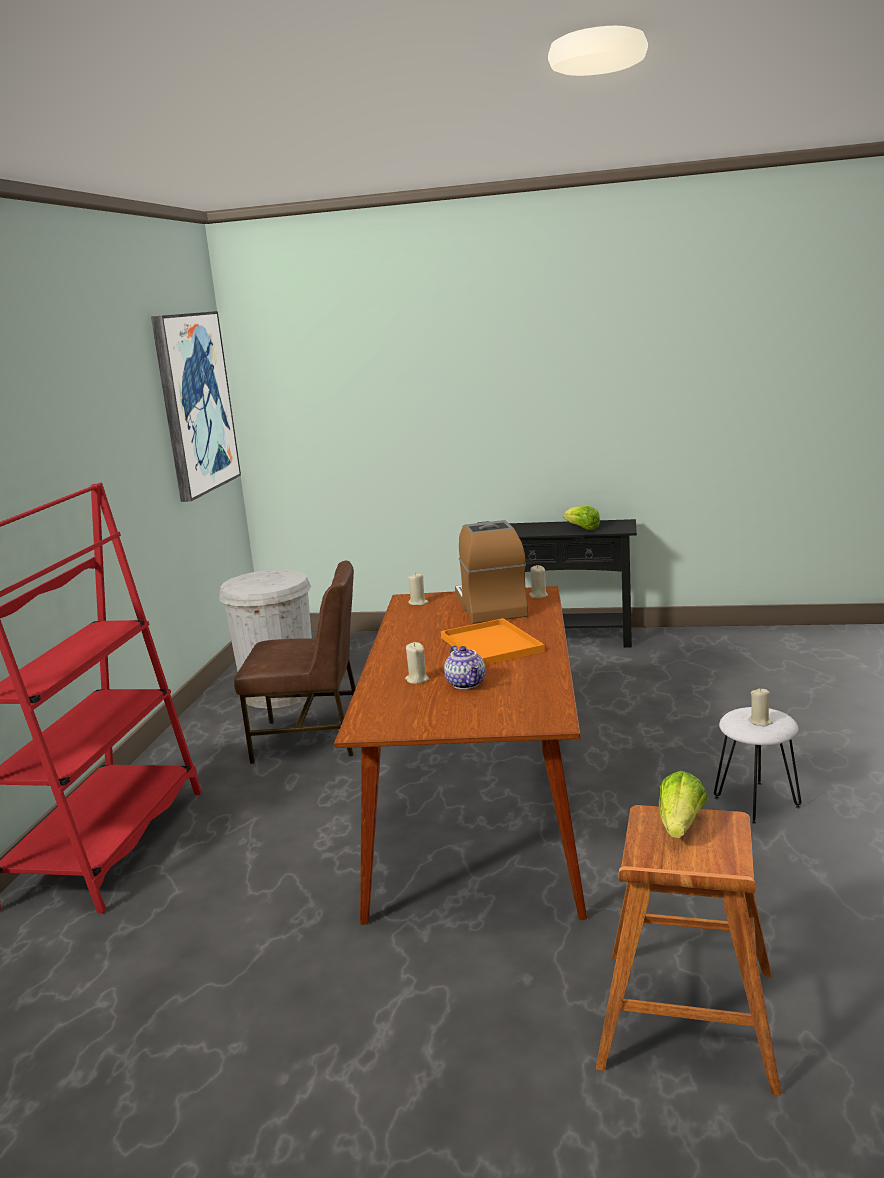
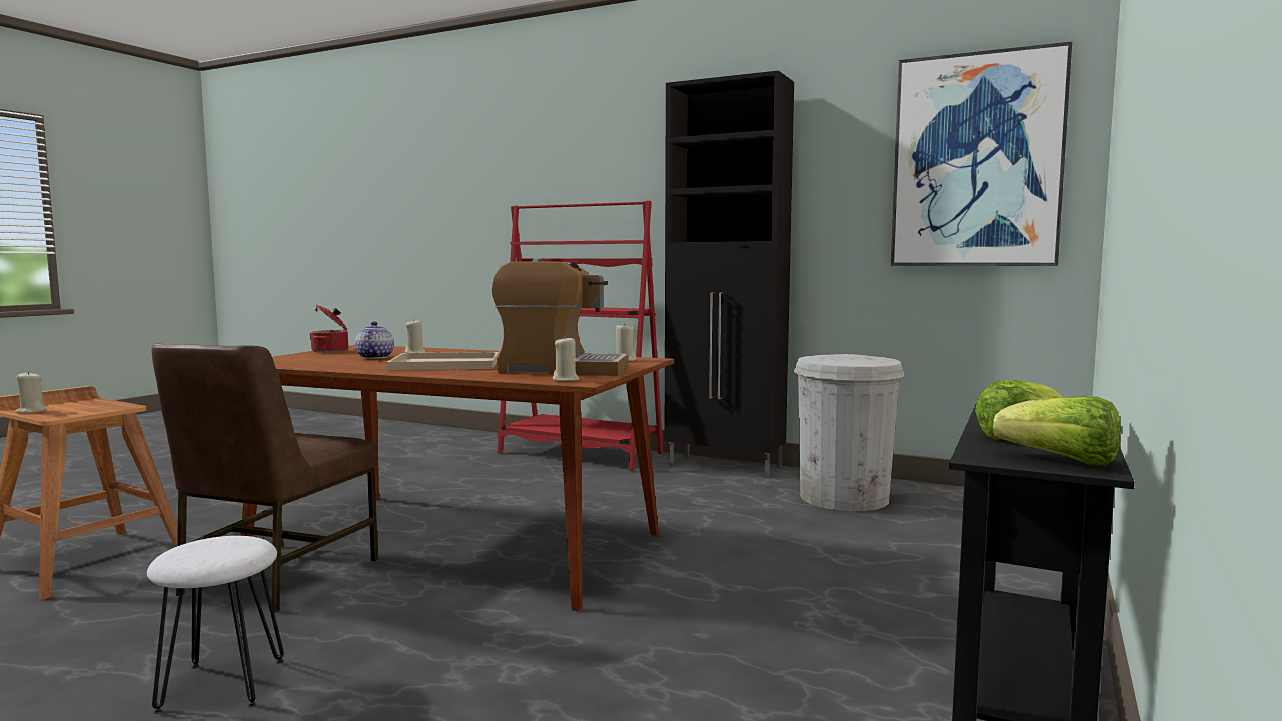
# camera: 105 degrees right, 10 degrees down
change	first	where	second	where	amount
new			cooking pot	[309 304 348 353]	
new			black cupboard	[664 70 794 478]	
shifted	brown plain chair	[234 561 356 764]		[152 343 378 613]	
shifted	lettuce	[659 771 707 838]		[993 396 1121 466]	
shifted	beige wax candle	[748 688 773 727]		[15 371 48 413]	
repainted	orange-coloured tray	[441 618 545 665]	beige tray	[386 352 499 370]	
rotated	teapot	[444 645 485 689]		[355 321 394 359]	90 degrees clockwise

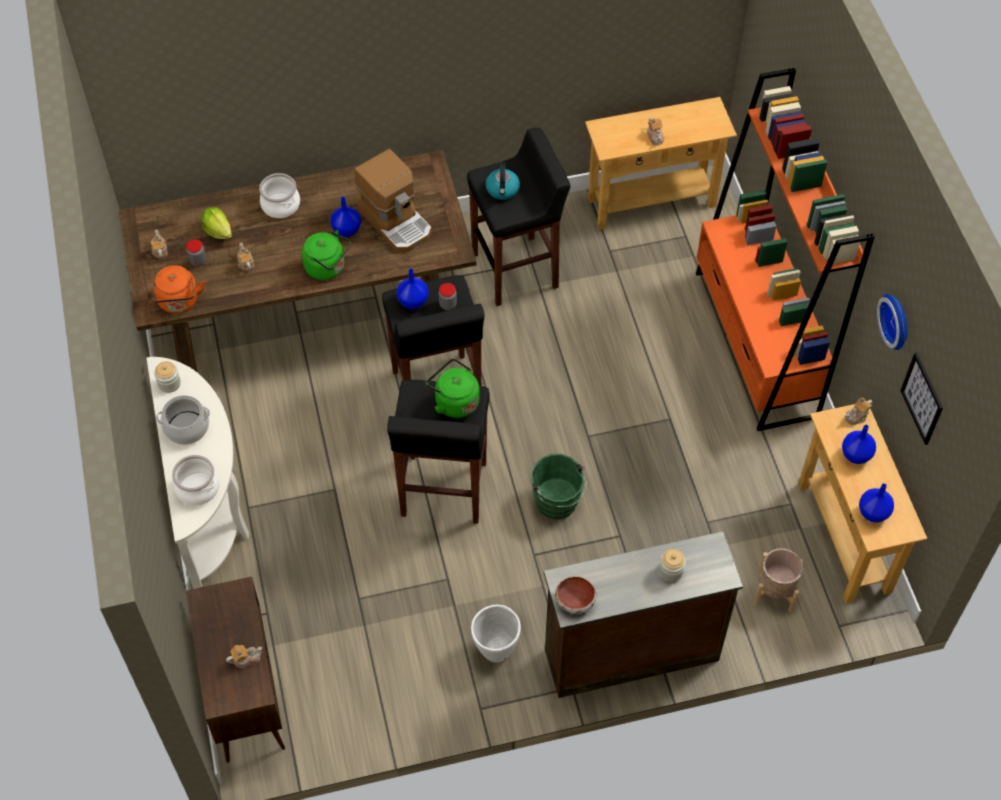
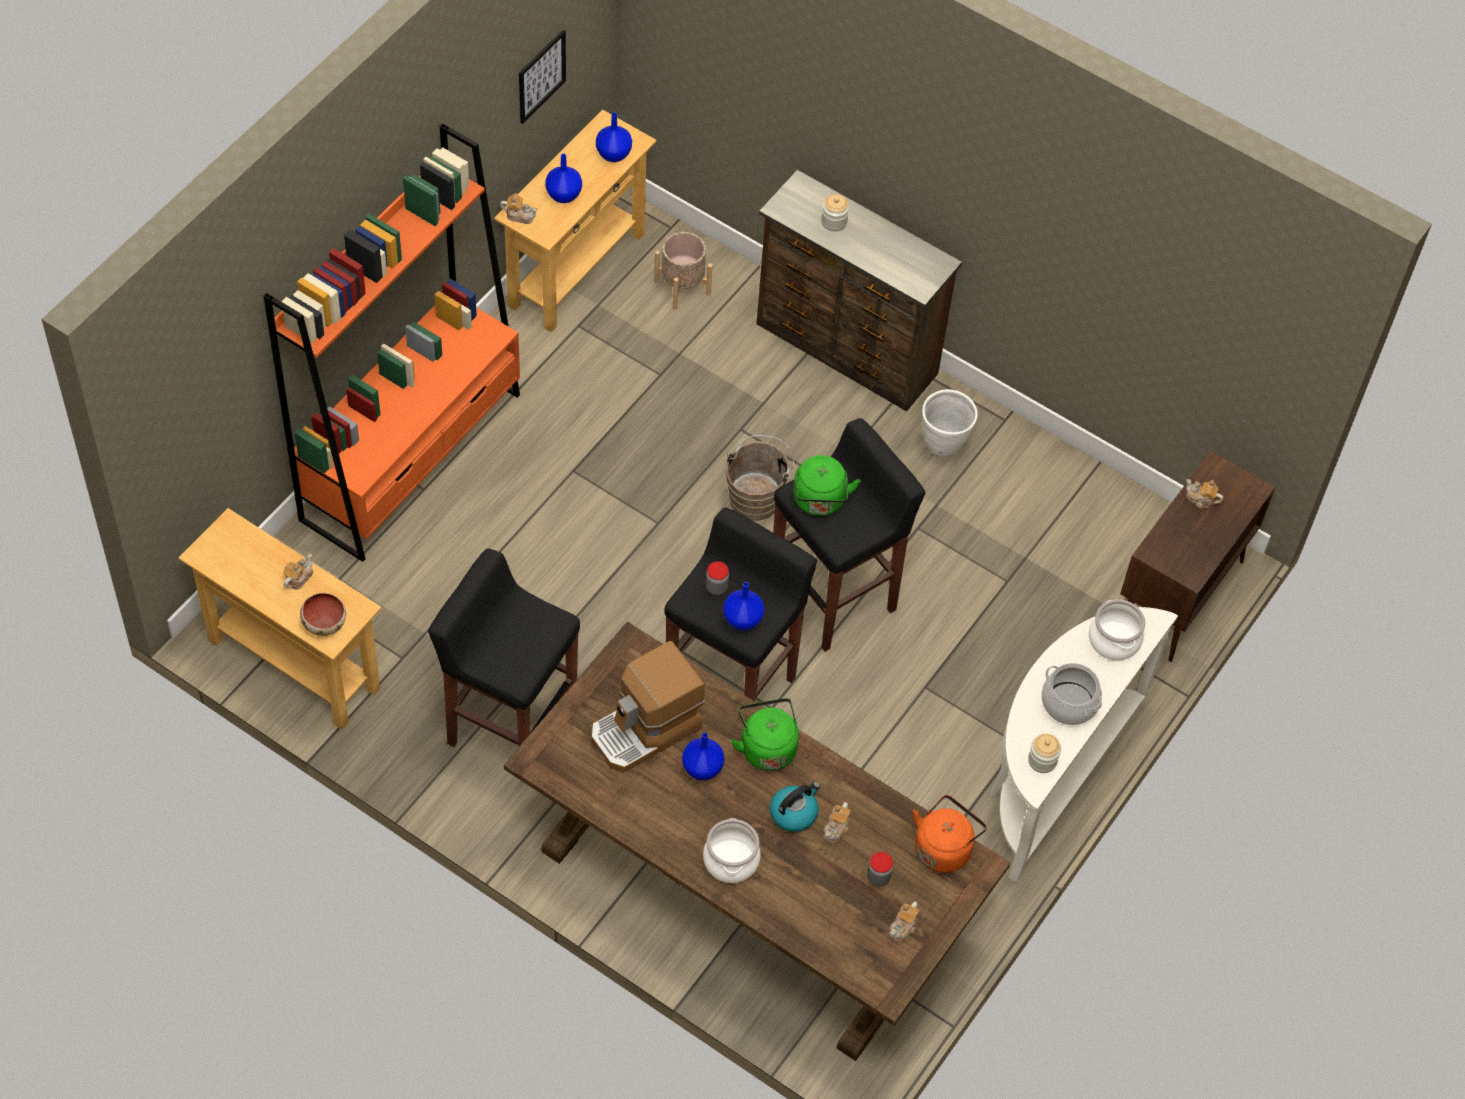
# camera: 135 degrees left, 0 degrees up
change	first	where	second	where	amount
gone	lettuce	[201 207 232 239]			
gone	clock on the wall	[877 294 907 350]			
shifted	kettle	[485 162 520 200]		[770 782 820 832]	
shifted	bowl	[555 576 597 614]		[300 593 346 636]	
repainted	greenish pail	[531 454 587 519]	brown pail	[725 435 794 521]	
rotated	coffee brewer	[354 149 432 252]		[591 641 705 772]	135 degrees counterclockwise

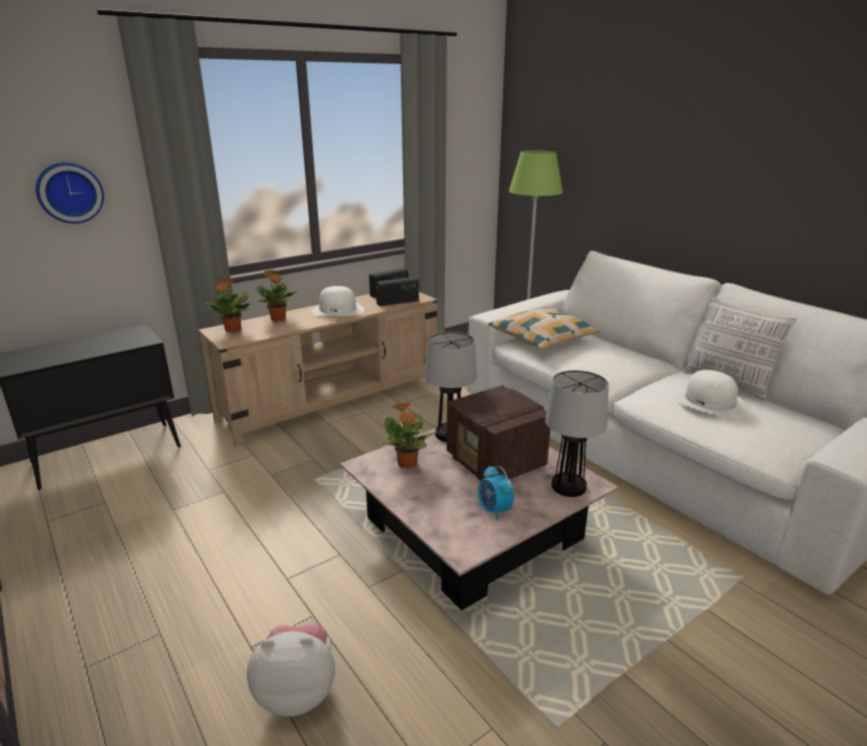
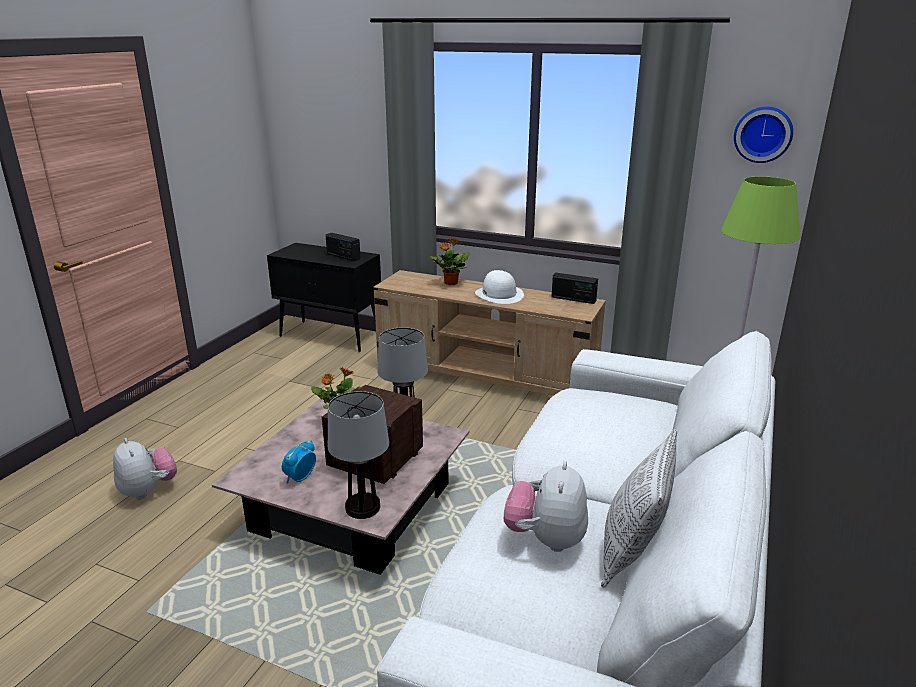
# camera: 60 degrees right, 0 degrees up
change	first	where	second	where	amount
gone	potted plant	[204 278 250 332]			
gone	throw pillow	[488 308 600 349]			
shifted	clock on the wall	[36 162 104 224]		[734 106 793 163]	
shifted	radio	[376 277 419 306]		[326 233 360 261]	
swapped	whitish wearable hat	[674 370 747 417]	cuddly toy	[504 461 588 552]	

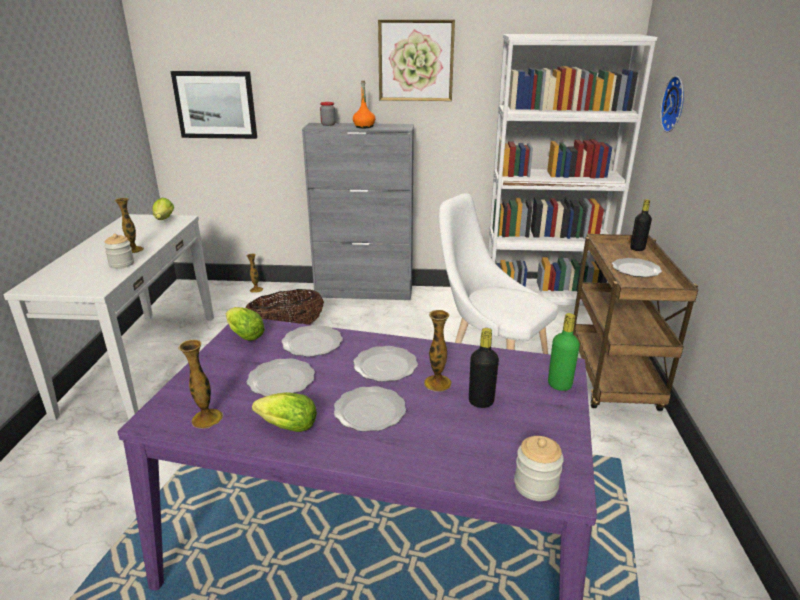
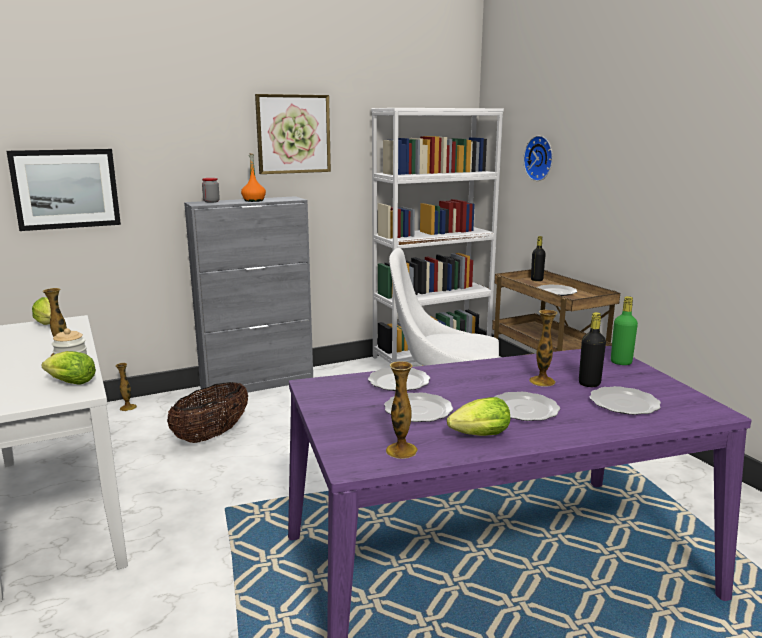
# camera: 30 degrees left, 10 degrees down
change	first	where	second	where	amount
gone	storage jar	[514 436 564 501]			
shifted	lettuce	[226 307 265 341]		[41 351 96 385]	
shifted	flat dish	[353 346 418 382]		[590 386 661 415]	

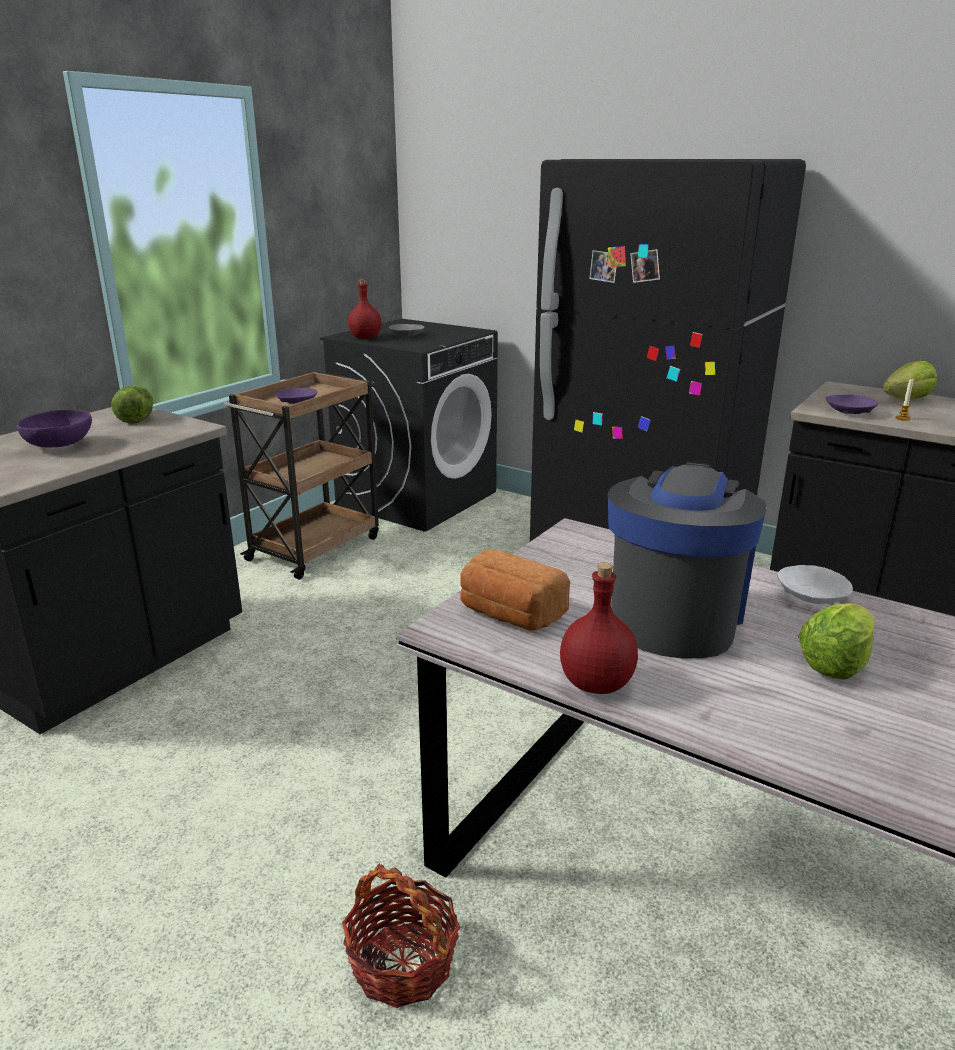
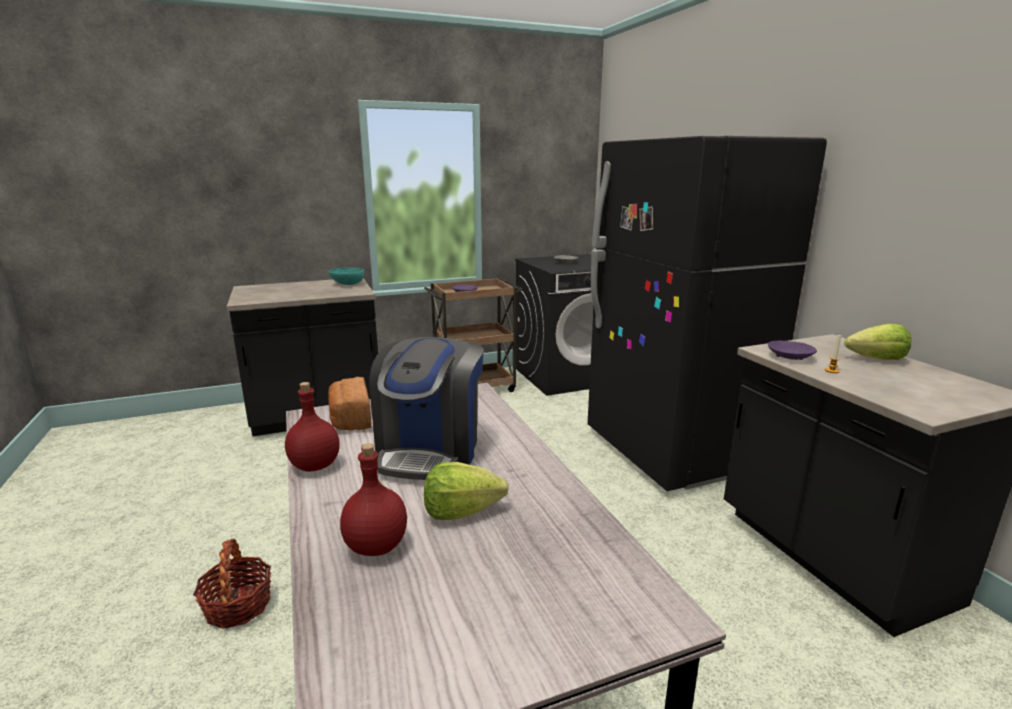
# camera: 35 degrees right, 5 degrees down
change	first	where	second	where	amount
gone	purple bowl	[17 409 92 447]			
gone	whitish bowl	[777 565 853 605]			
shifted	red-coloured drink bottle	[348 279 382 339]		[340 443 407 556]	
swapped	lettuce	[111 385 153 424]	turquoise-coloured bowl	[329 267 364 285]	
rotated	coffee brewer	[608 462 767 659]		[369 337 484 480]	135 degrees clockwise

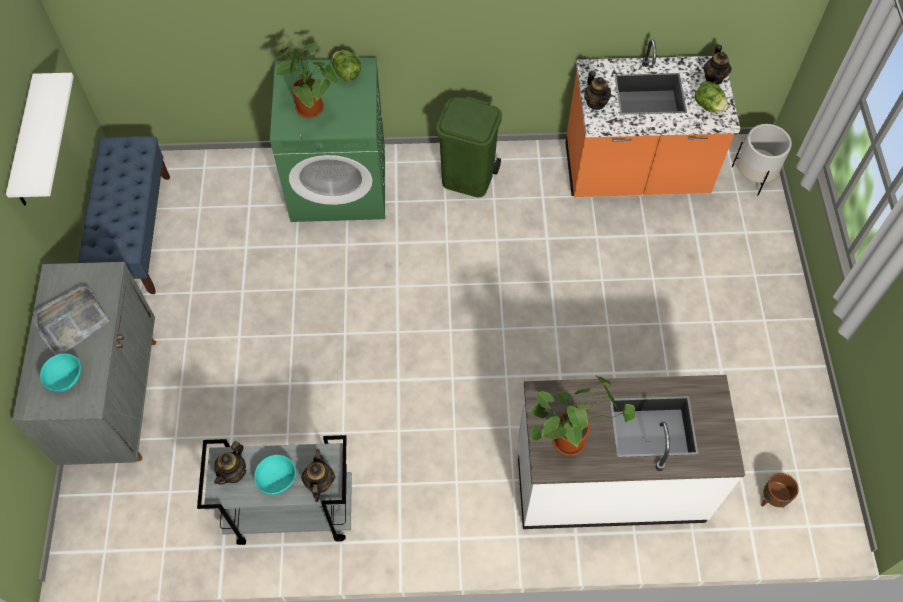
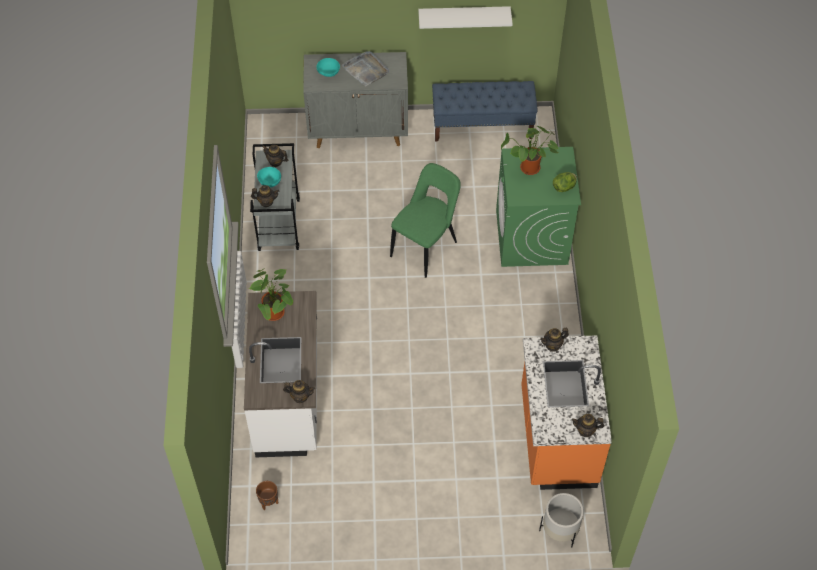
# camera: 90 degrees right, 5 degrees down
change	first	where	second	where	amount
gone	greenish waste bin	[436 96 502 197]			
gone	lettuce	[695 81 729 113]			
new			teapot	[283 380 315 403]	
new			greenish plain chair	[390 163 461 278]	

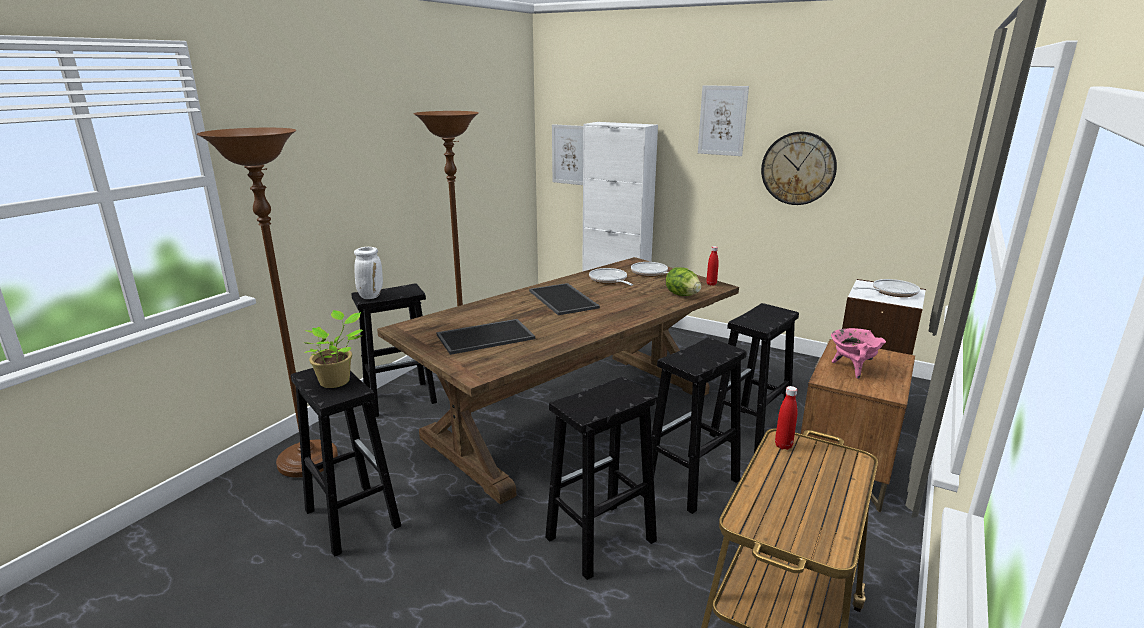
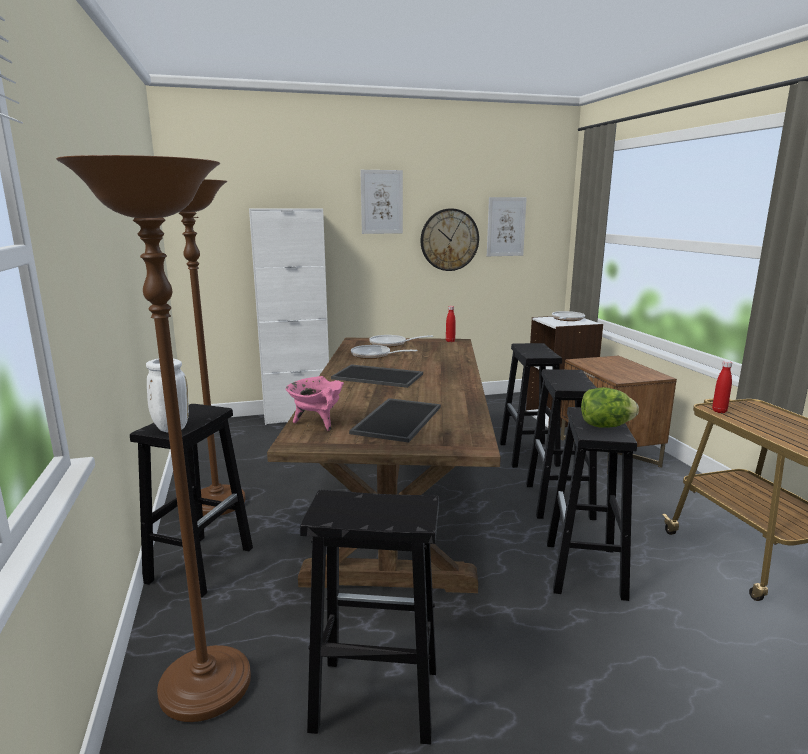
# camera: 45 degrees left, 5 degrees down
change	first	where	second	where	amount
gone	potted plant	[304 310 363 388]			
shifted	wall art	[552 124 583 185]		[487 197 527 256]	
shifted	lettuce	[666 267 701 296]		[581 387 639 428]	
shifted	pinkish cooking pot	[831 328 886 379]		[286 376 344 431]	

